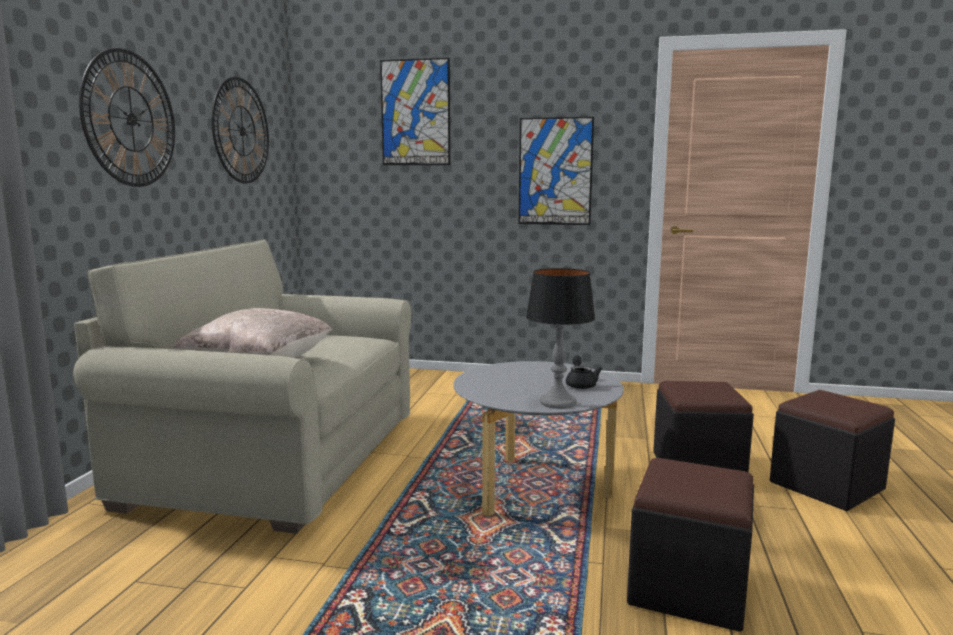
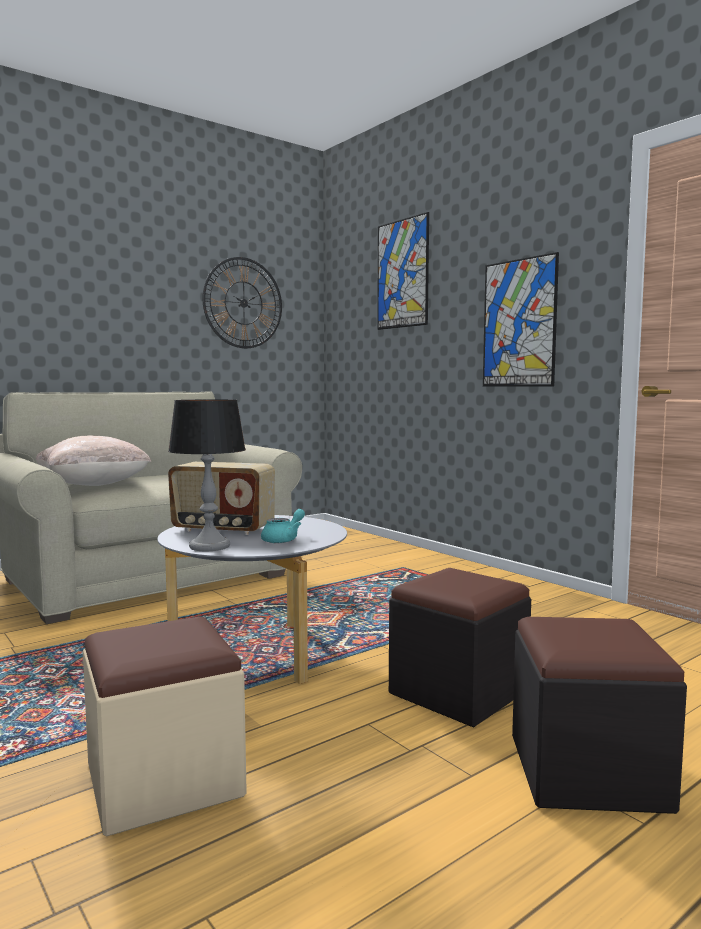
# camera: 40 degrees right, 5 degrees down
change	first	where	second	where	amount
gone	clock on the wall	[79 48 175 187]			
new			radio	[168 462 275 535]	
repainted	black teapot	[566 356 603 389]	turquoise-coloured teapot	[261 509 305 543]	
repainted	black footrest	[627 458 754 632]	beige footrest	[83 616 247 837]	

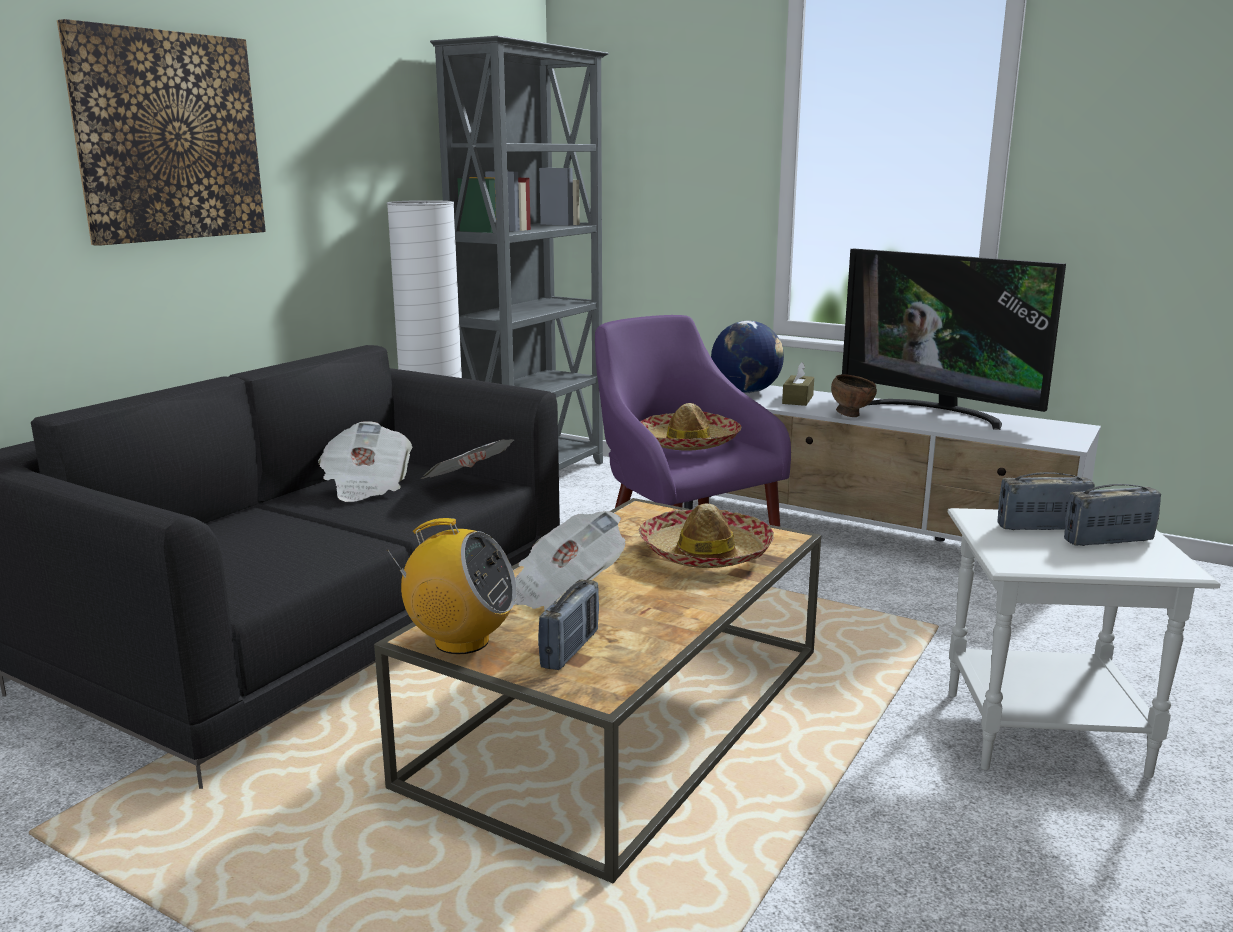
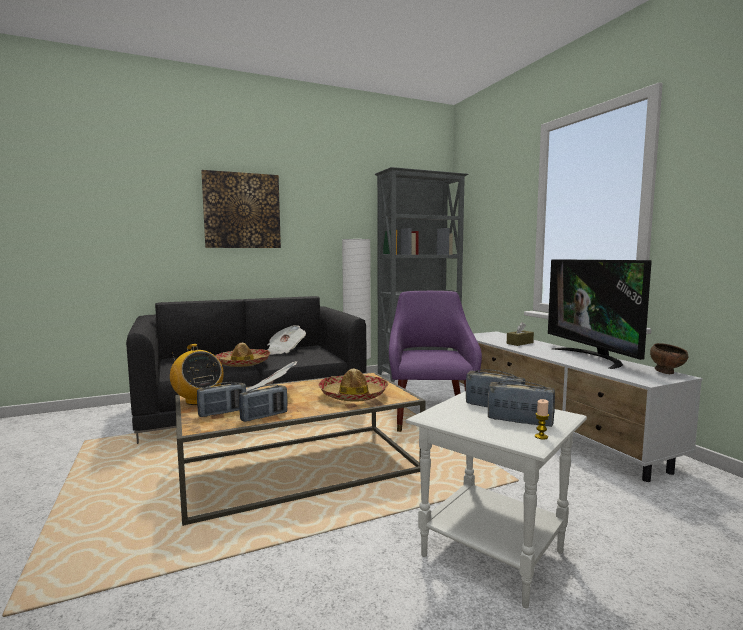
# camera: 35 degrees right, 10 degrees down
change	first	where	second	where	amount
gone	daily paper	[421 439 514 479]			
gone	desk globe	[711 321 784 393]			
new			radio	[239 385 288 422]	
new			wax candle	[535 399 549 440]	
shifted	wearable hat	[640 403 742 451]		[215 343 270 367]	
shifted	brown bowl	[831 374 877 417]		[650 343 688 374]	

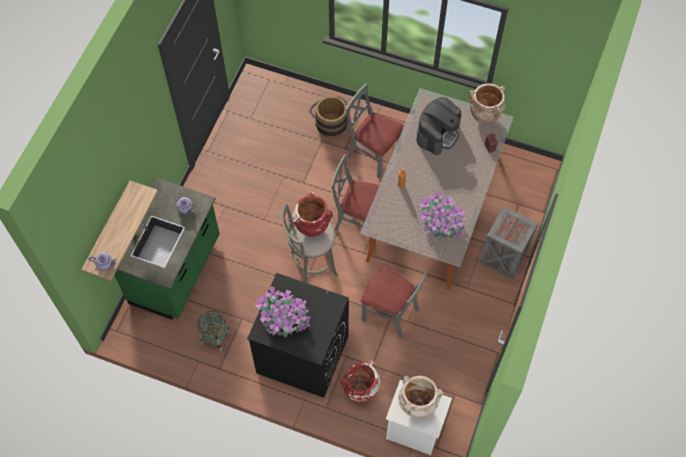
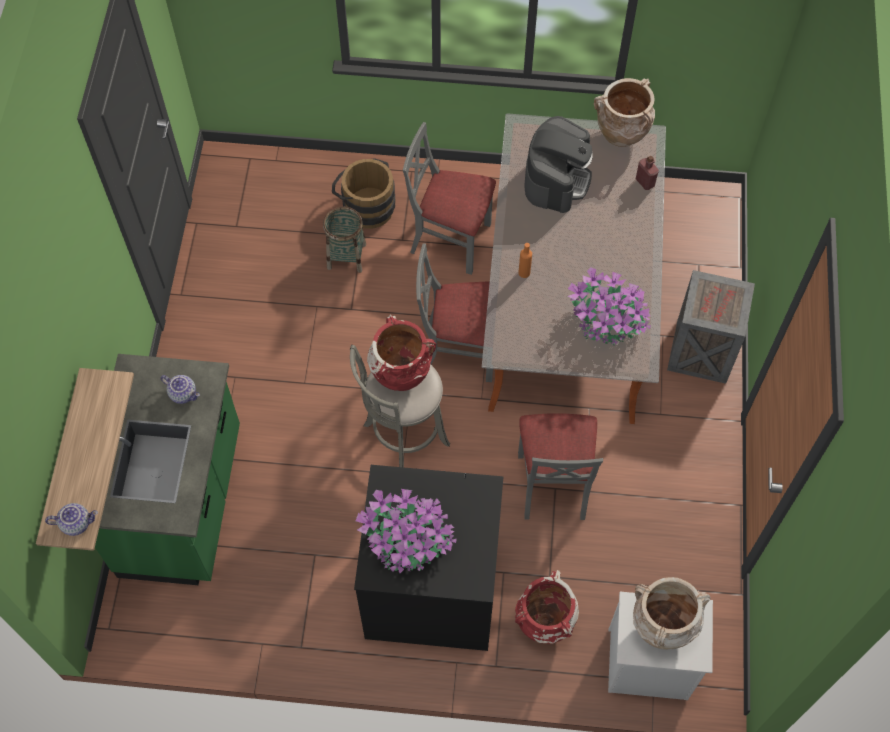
# camera: 15 degrees left, 0 degrees up
change	first	where	second	where	amount
shifted	household basket	[198 311 231 352]		[323 206 366 273]	
rotated	greyish plain chair	[361 266 428 338]		[518 413 603 520]	75 degrees clockwise

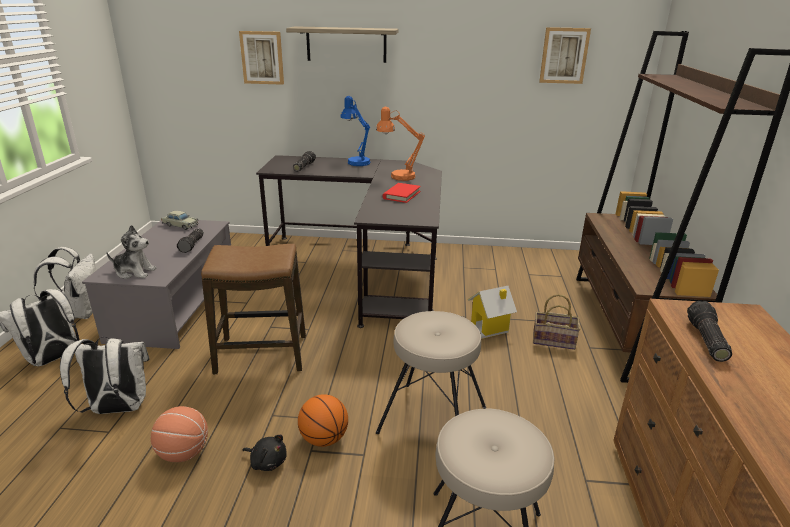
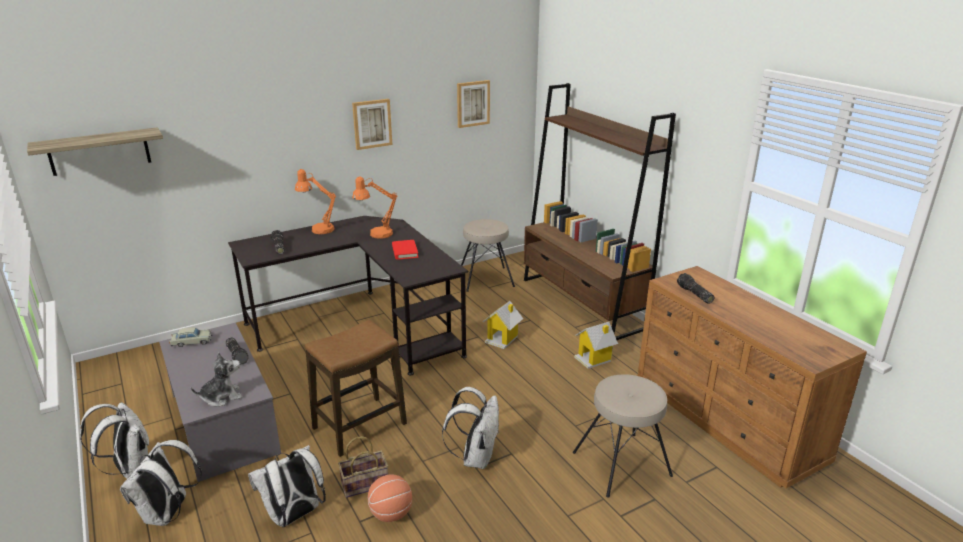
# camera: 35 degrees left, 0 degrees up
change	first	where	second	where	amount
gone	black cuddly toy	[243 435 287 471]			
new			toy house	[574 322 618 369]	
shifted	wall art	[239 31 284 85]		[352 99 392 150]	
shifted	wall shelf	[286 26 399 63]		[27 127 163 176]	
shifted	beige stool	[376 311 486 434]		[461 219 515 292]	
shifted	household basket	[533 294 580 350]		[338 436 388 498]	
swapped	basketball ball	[298 394 348 447]	whitish rucksack	[442 387 499 469]	
repainted	blue-coloured table lamp	[341 96 371 166]	orange-coloured table lamp	[295 169 336 234]	

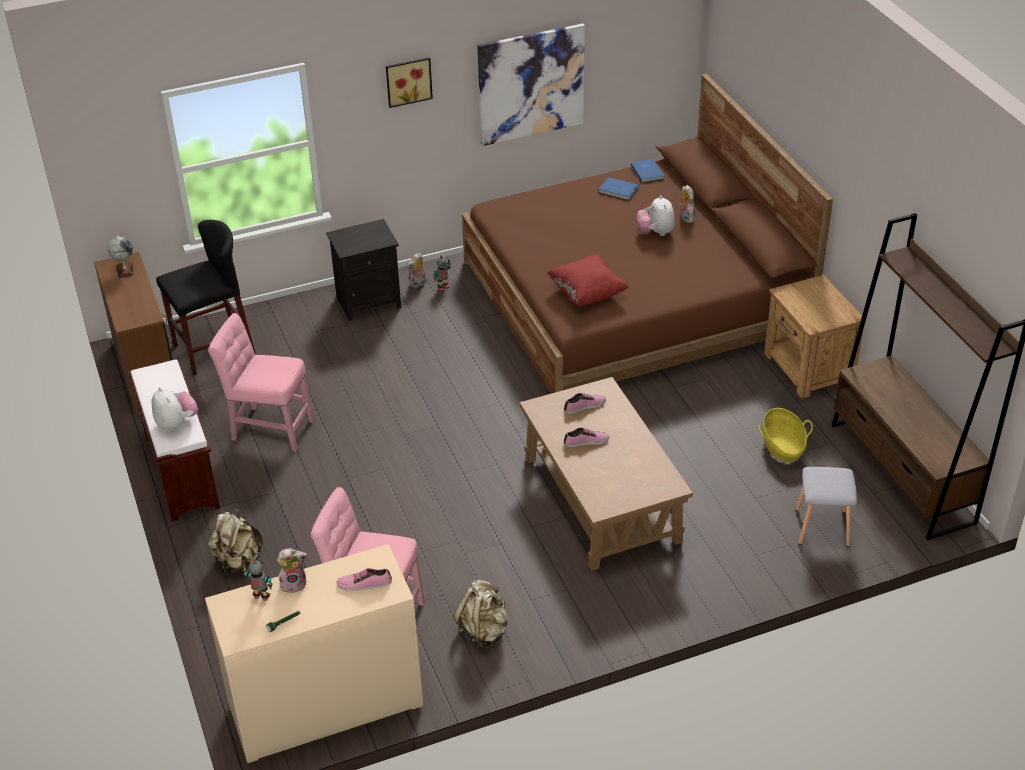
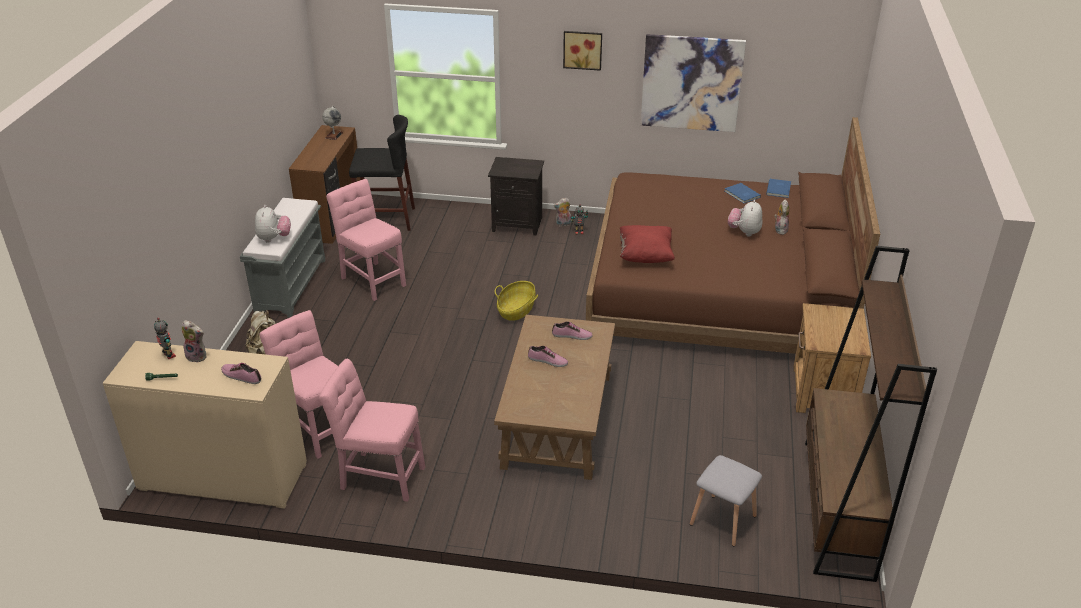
# camera: 30 degrees right, 5 degrees down
change	first	where	second	where	amount
shifted	household basket	[758 408 813 462]		[495 281 538 321]	
swapped	beige rucksack	[454 580 508 649]	pinkish plain chair	[319 358 425 502]	
repainted	brown indoor bench	[128 360 220 521]	greyish indoor bench	[240 198 325 318]	

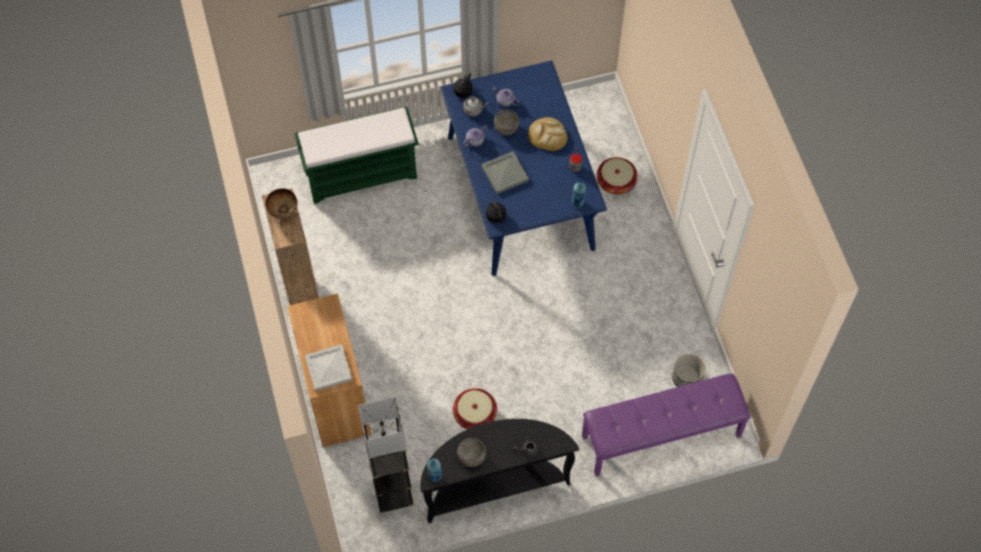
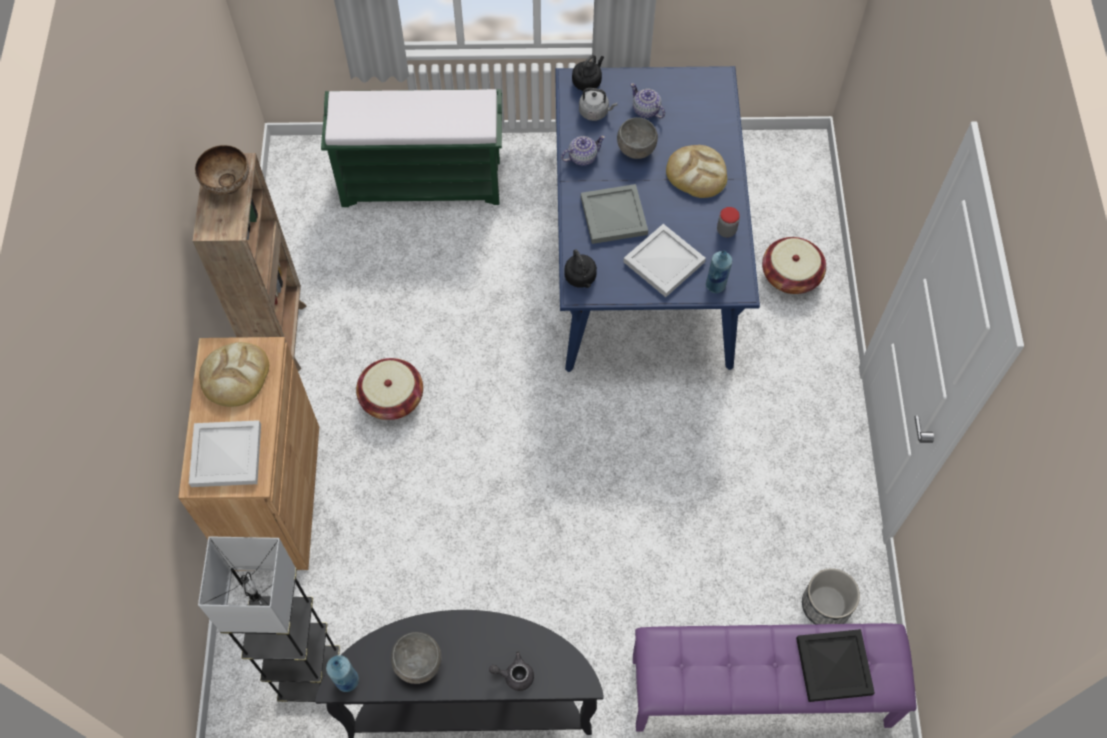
# camera: 15 degrees right, 0 degrees up
change	first	where	second	where	amount
new			bakery bread	[199 342 269 407]	
new			whitish tray	[623 224 706 297]	
new			black tray	[796 629 875 702]	
shifted	household basket	[453 388 497 429]		[356 358 423 420]	

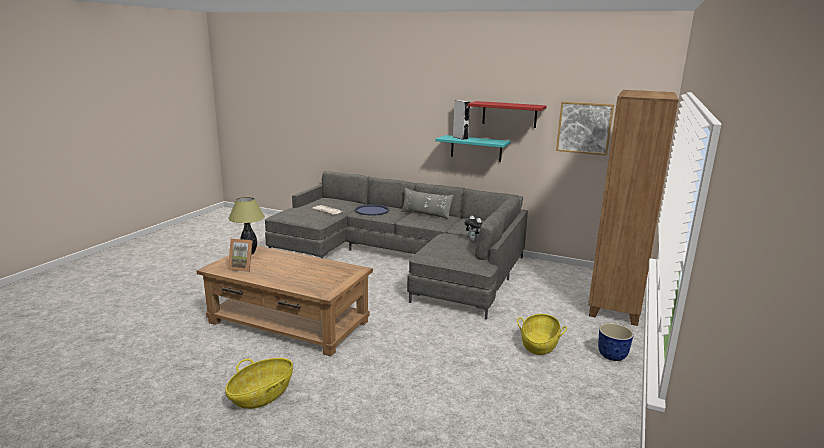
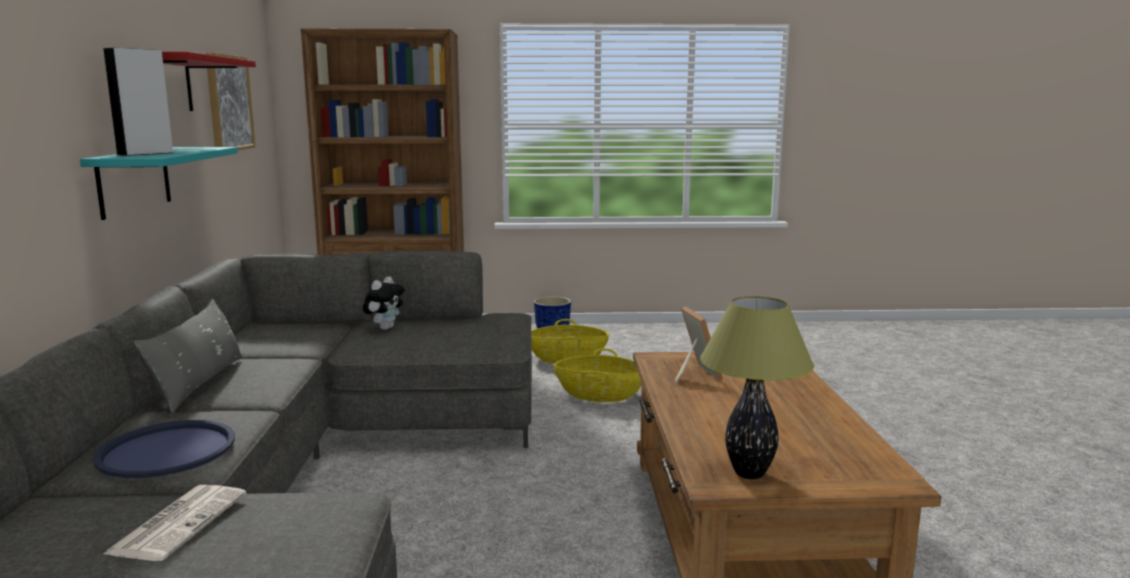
# camera: 115 degrees left, 5 degrees down
change	first	where	second	where	amount
shifted	household basket	[225 358 293 409]		[554 348 642 402]	
shifted	picture frame	[228 238 253 272]		[675 306 723 383]	

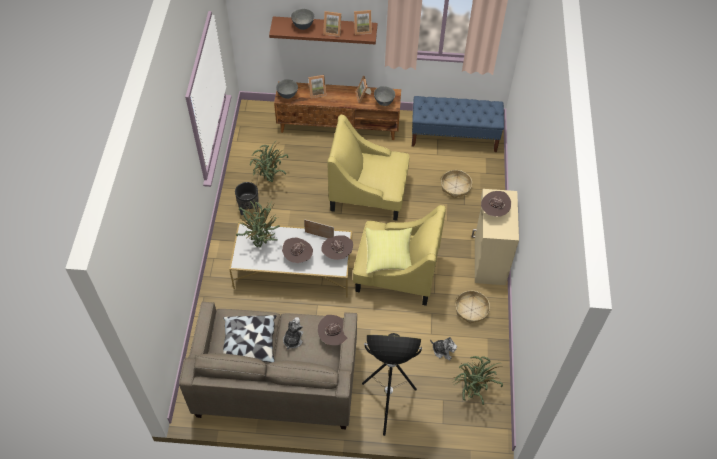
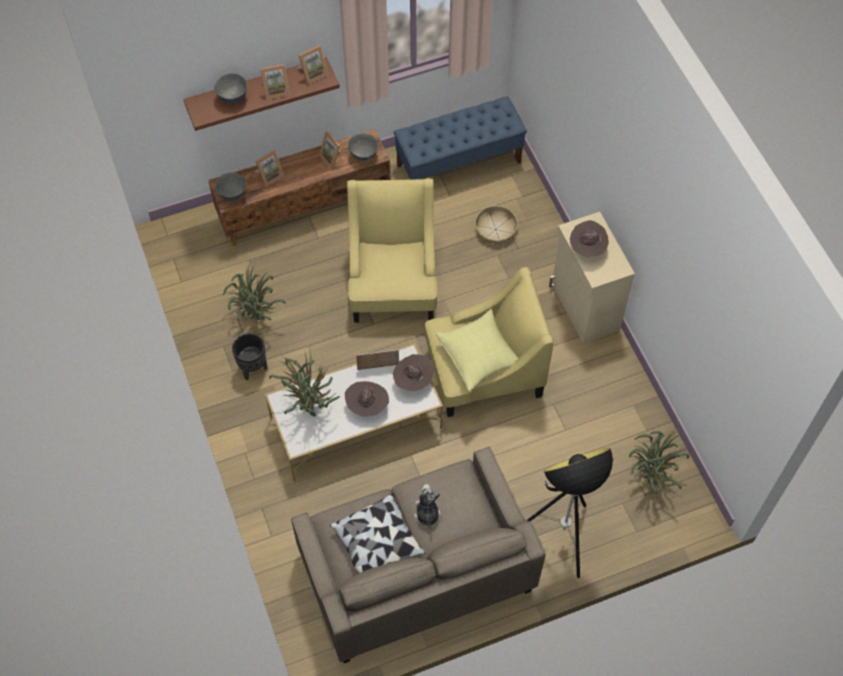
# camera: 25 degrees left, 5 degrees up
change	first	where	second	where	amount
gone	brown wearable hat	[318 315 347 345]			
gone	cuddly toy	[430 337 457 360]			
gone	household basket	[455 291 490 324]			
rotated	yellow easy chair	[327 115 409 221]		[347 178 437 323]	105 degrees clockwise

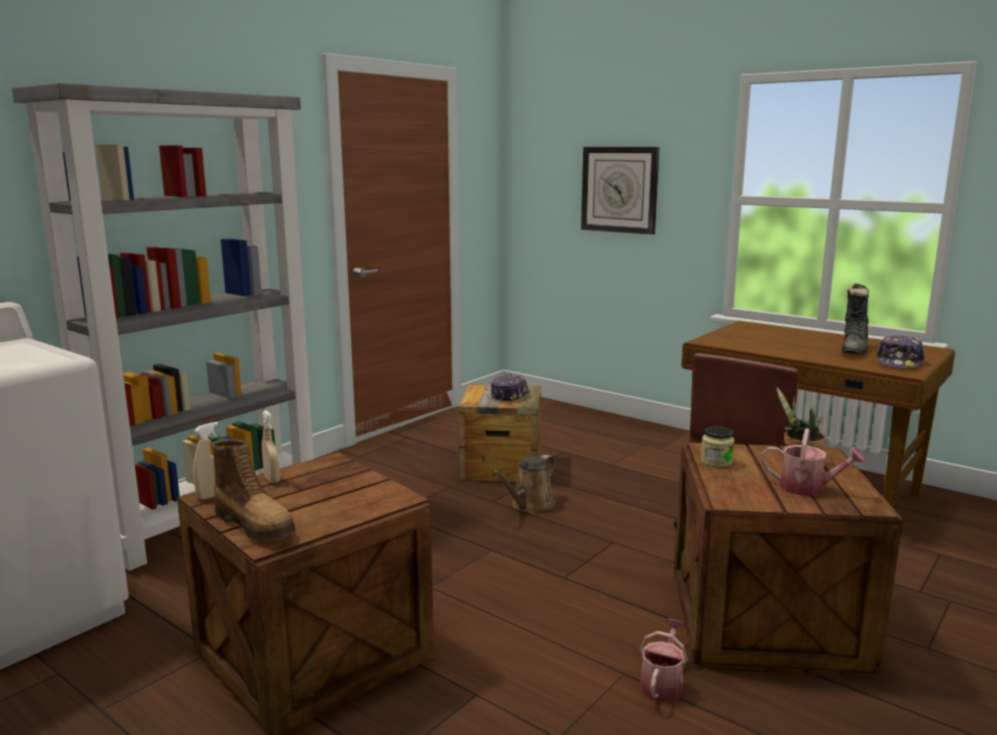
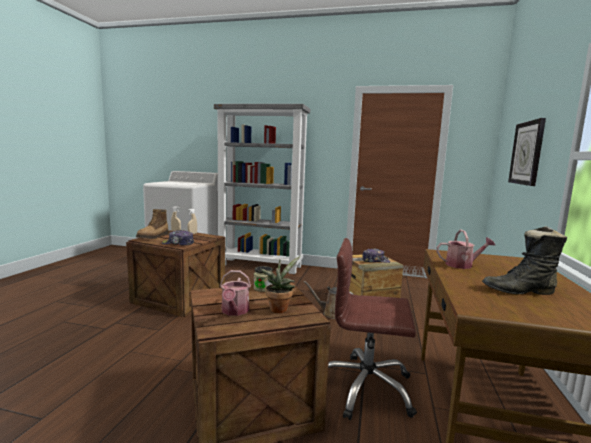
# camera: 65 degrees right, 5 degrees down
change	first	where	second	where	amount
shifted	watering pot	[639 619 688 703]		[436 230 495 269]	
shifted	baseball cap	[877 335 925 369]		[162 230 194 245]	

